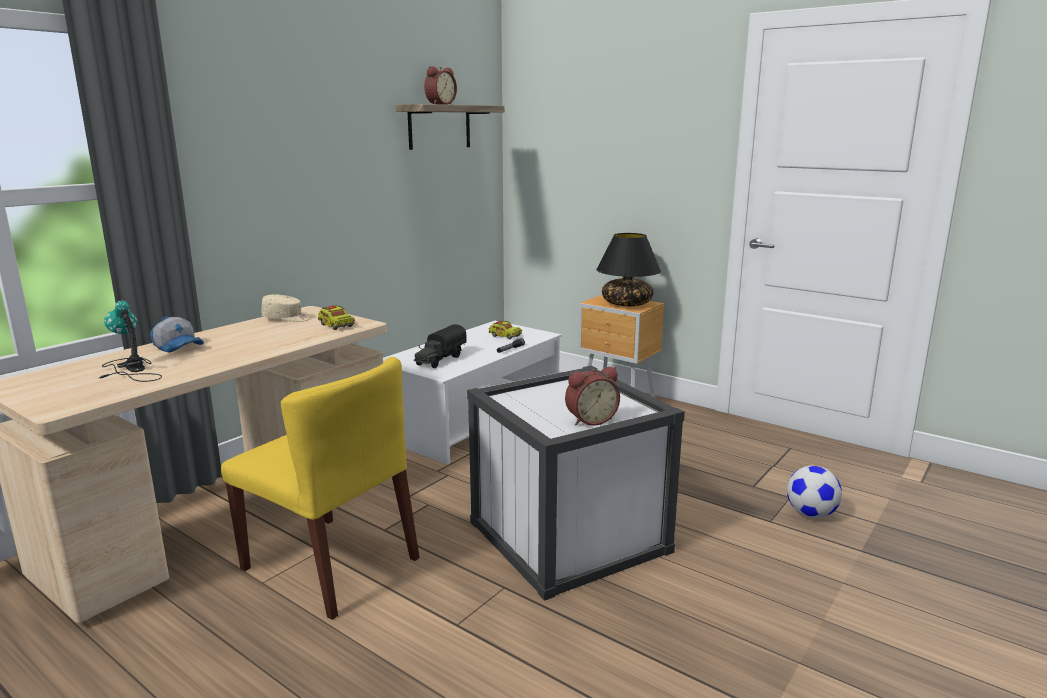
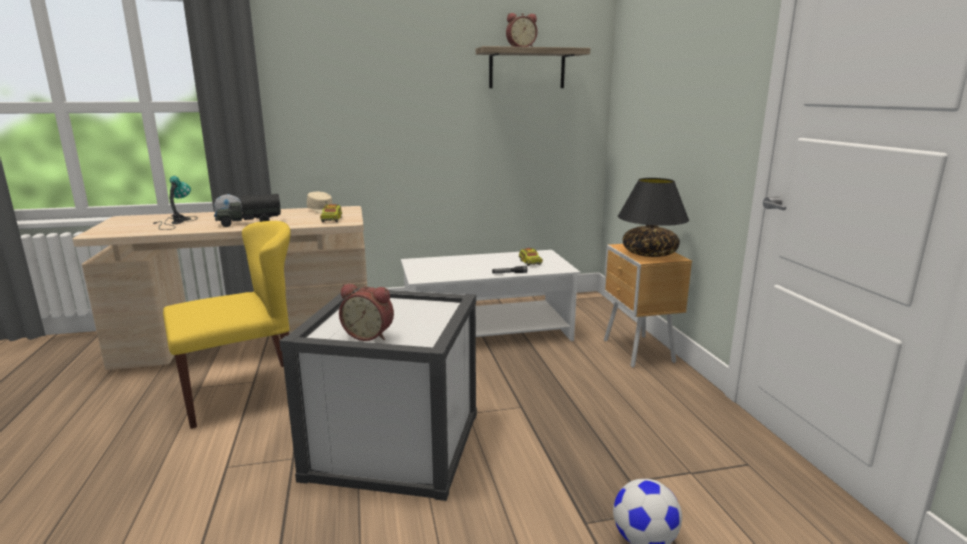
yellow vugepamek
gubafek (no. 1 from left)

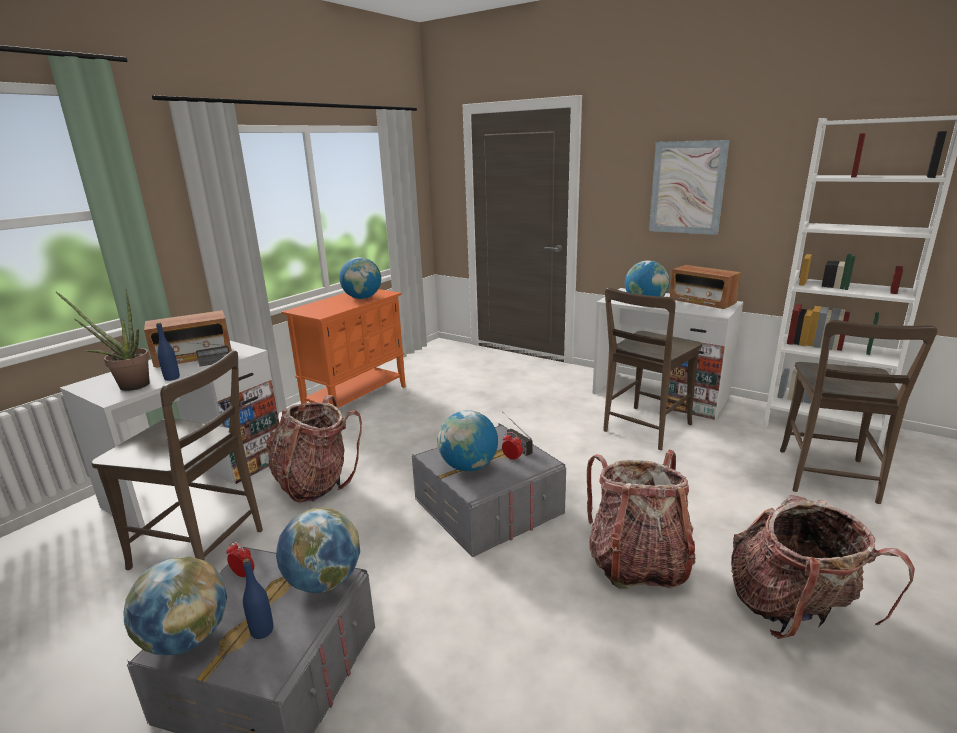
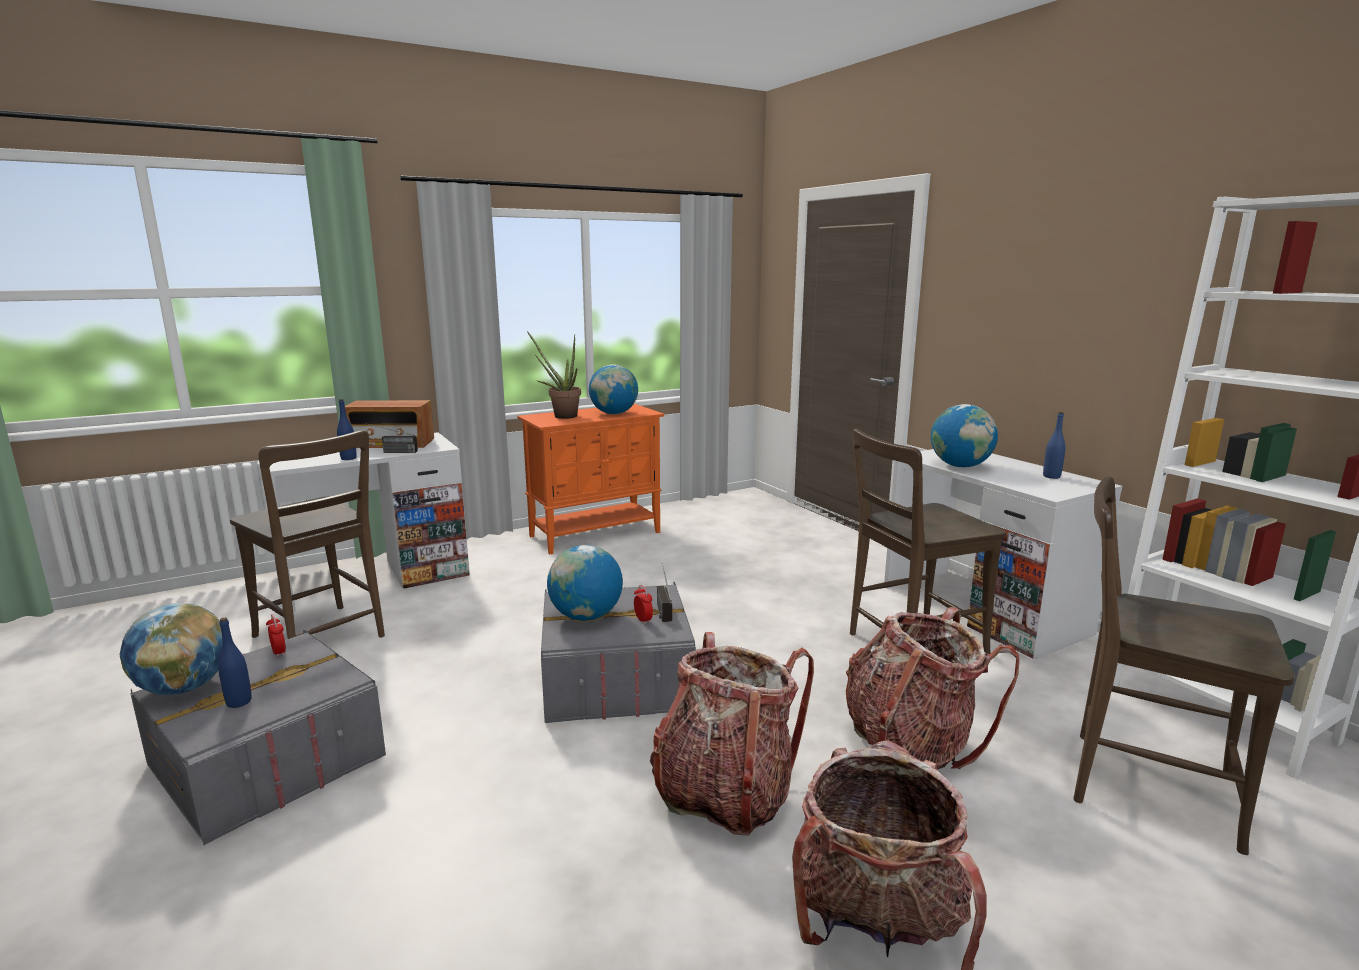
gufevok
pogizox (no. 3 from left)
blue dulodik (no. 3 from left)
brown vugepamek (no. 3 from left)
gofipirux (no. 2 from left in the first image)
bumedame

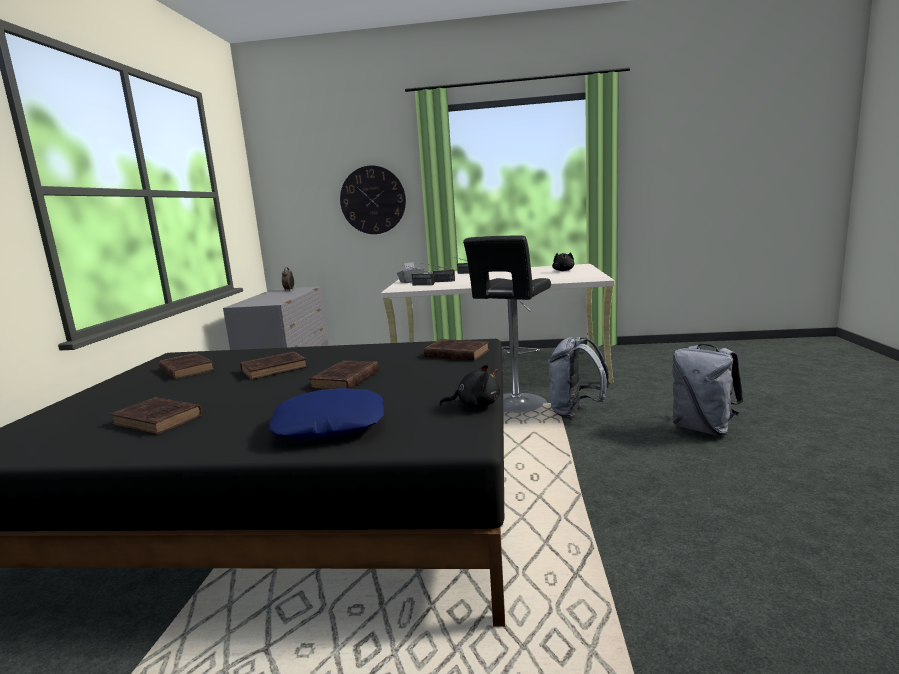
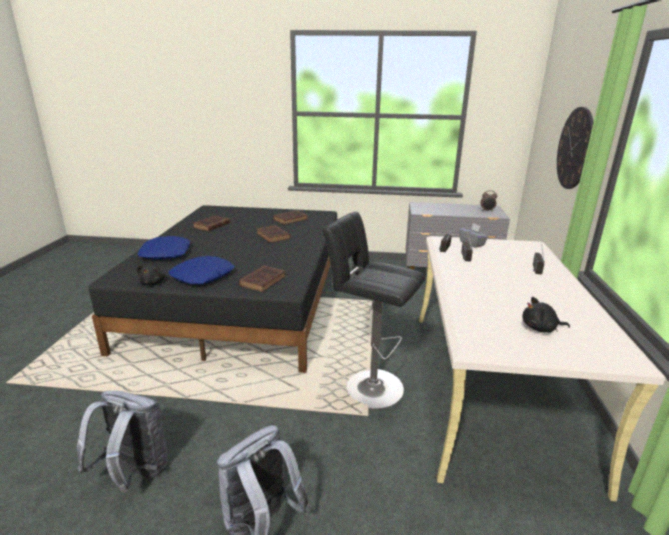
grey pogizox (no. 1 from left)
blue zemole (no. 2 from left)
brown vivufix (no. 4 from left in the first image)

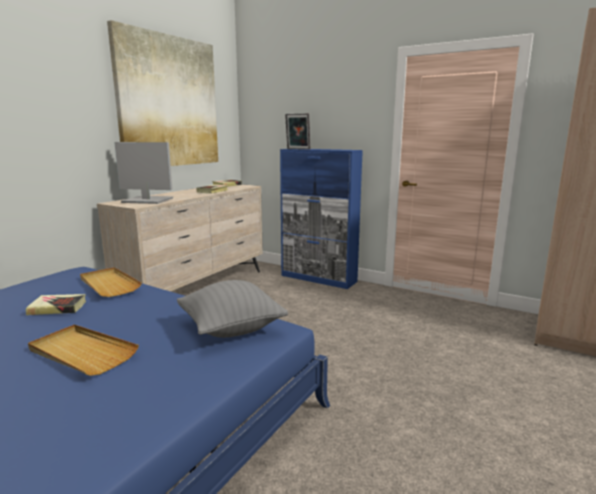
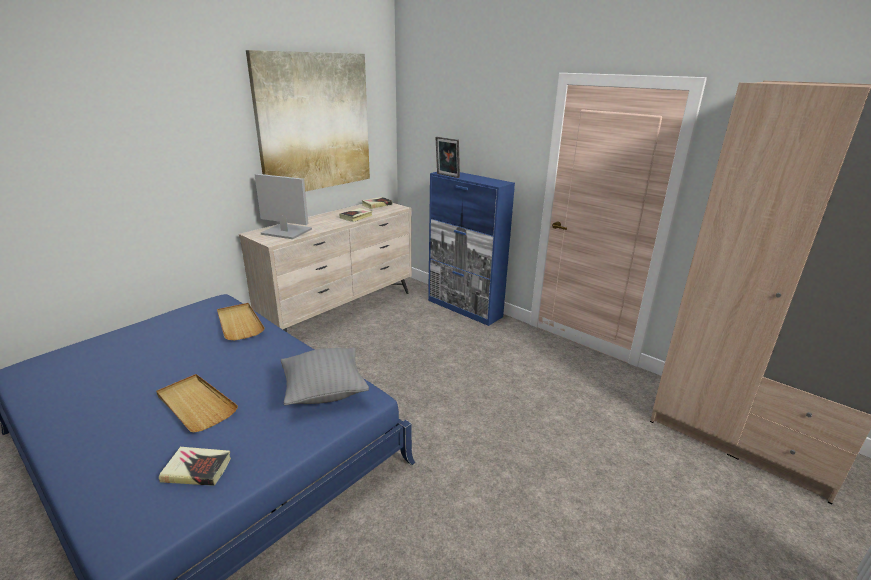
vivufix (no. 1 from left)

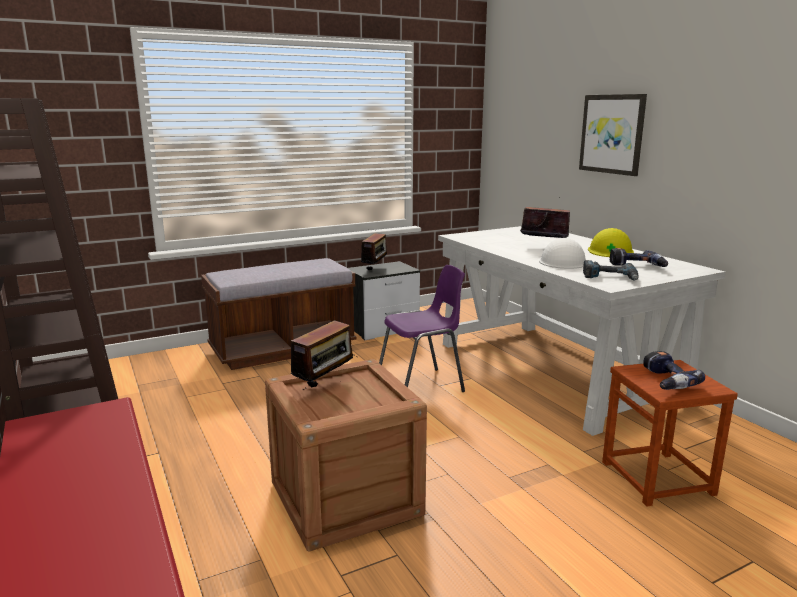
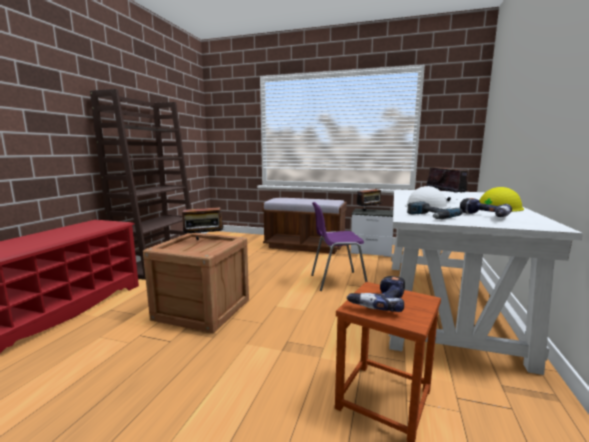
purple vugepamek
bumedame

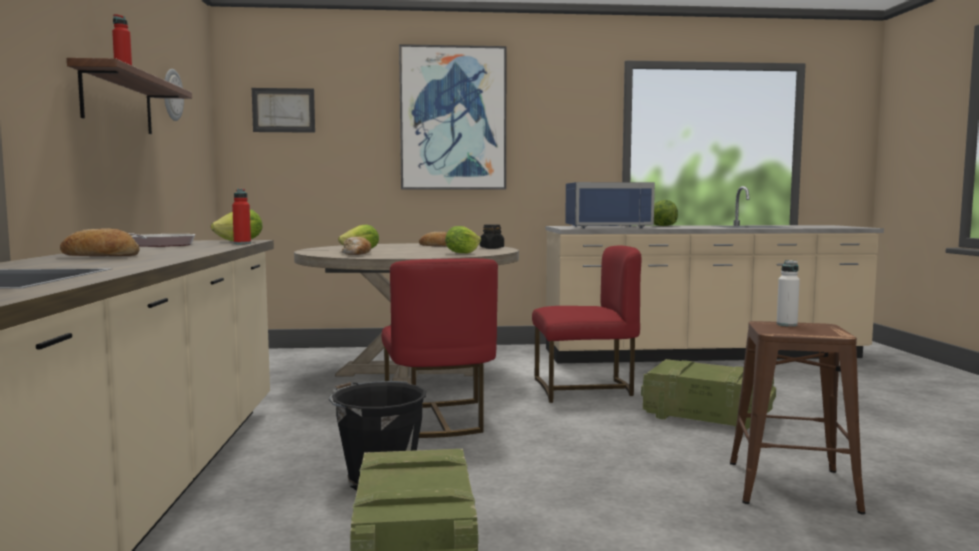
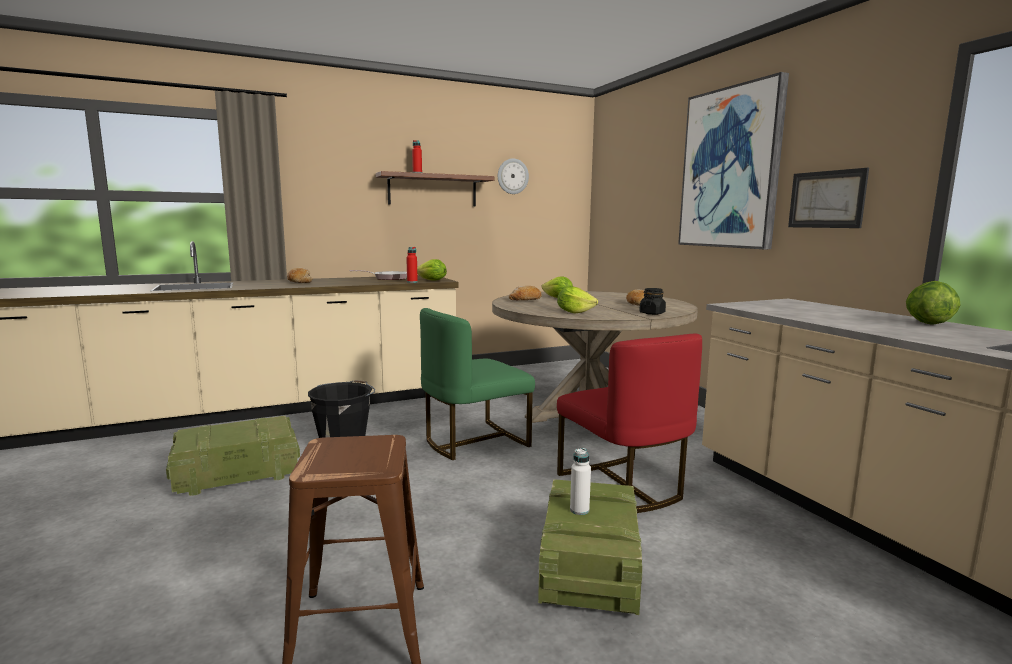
green vugepamek
white dulodik
bumedame (no. 2 from left)
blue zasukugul

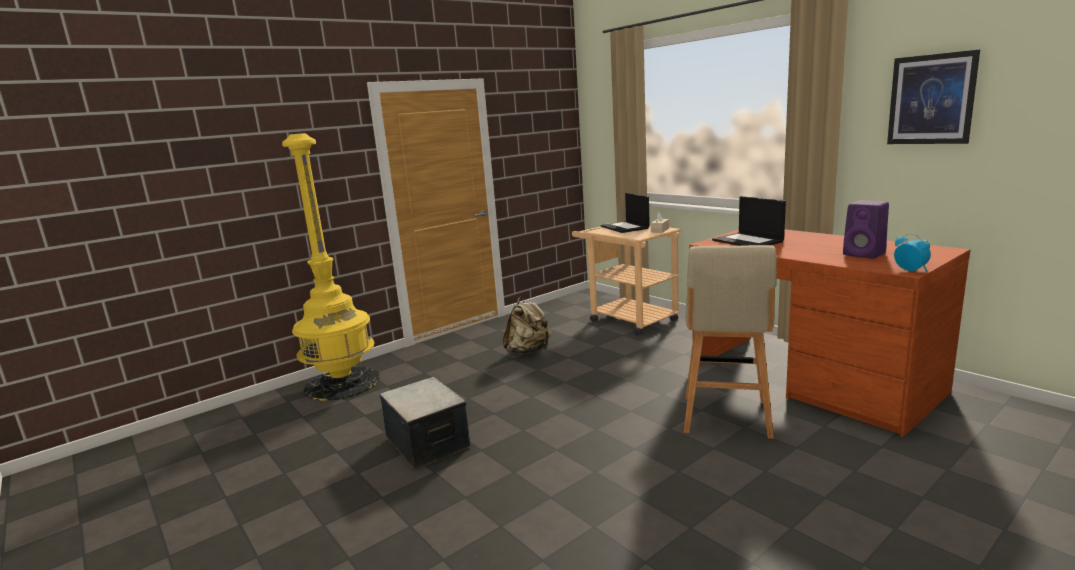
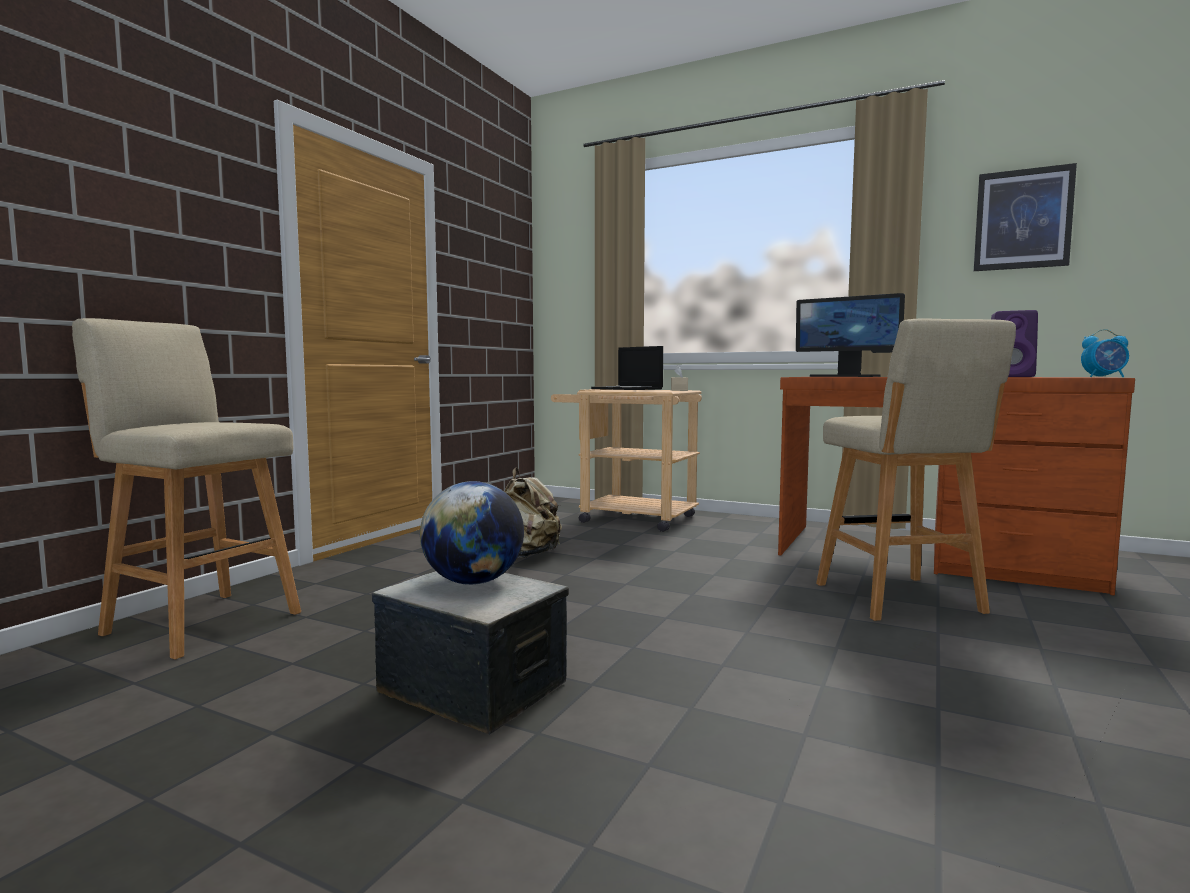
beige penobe (no. 1 from left)
gofipirux
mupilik
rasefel

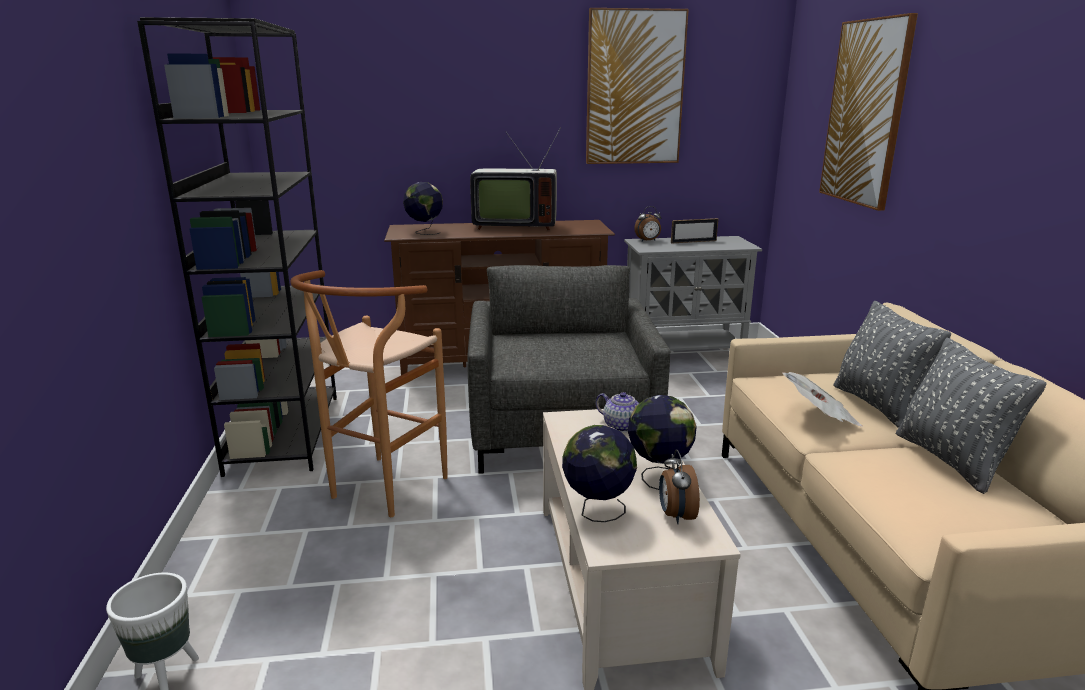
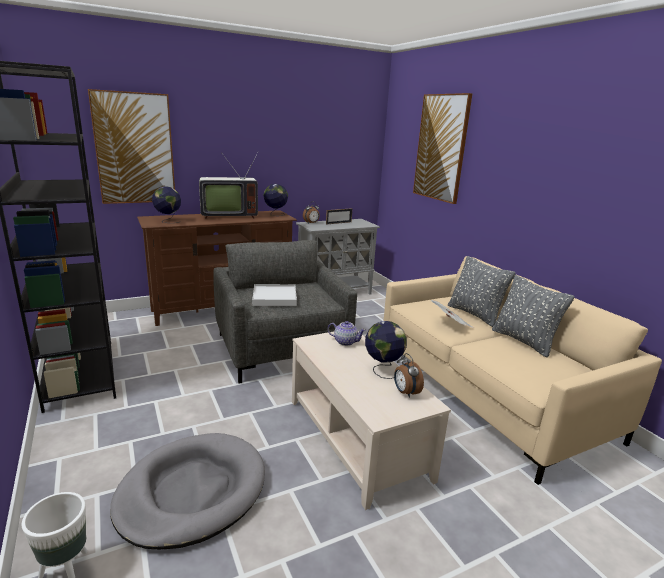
bumedame (no. 1 from left)
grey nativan
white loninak
gofipirux (no. 2 from left)
brown penobe

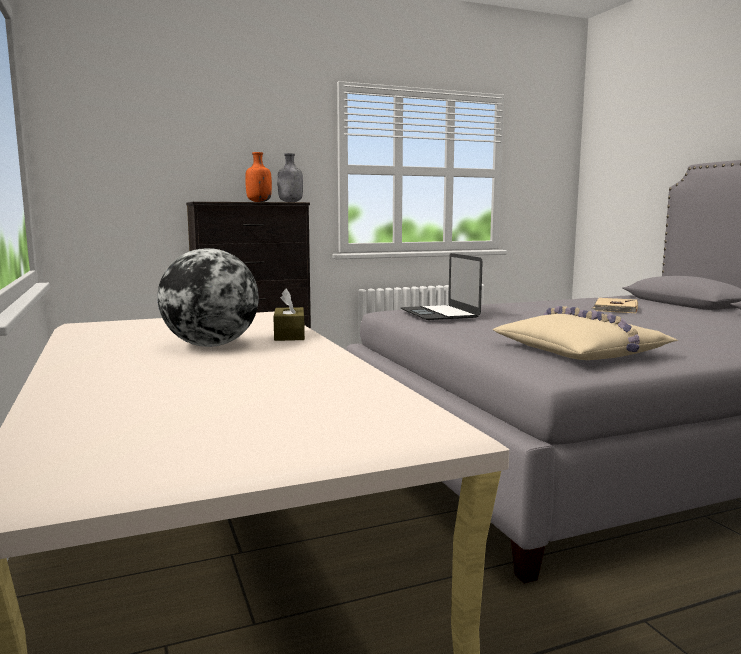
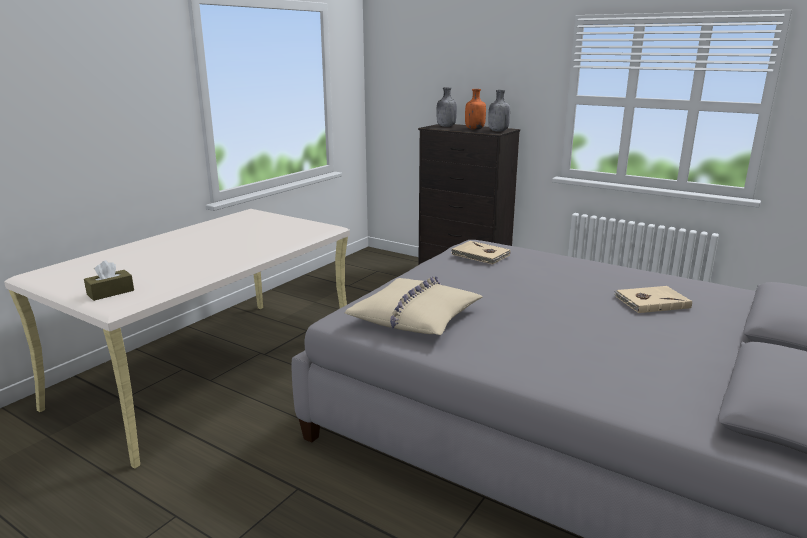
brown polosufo
grey dulodik (no. 1 from left)
beige vivufix (no. 1 from left)
gofipirux

